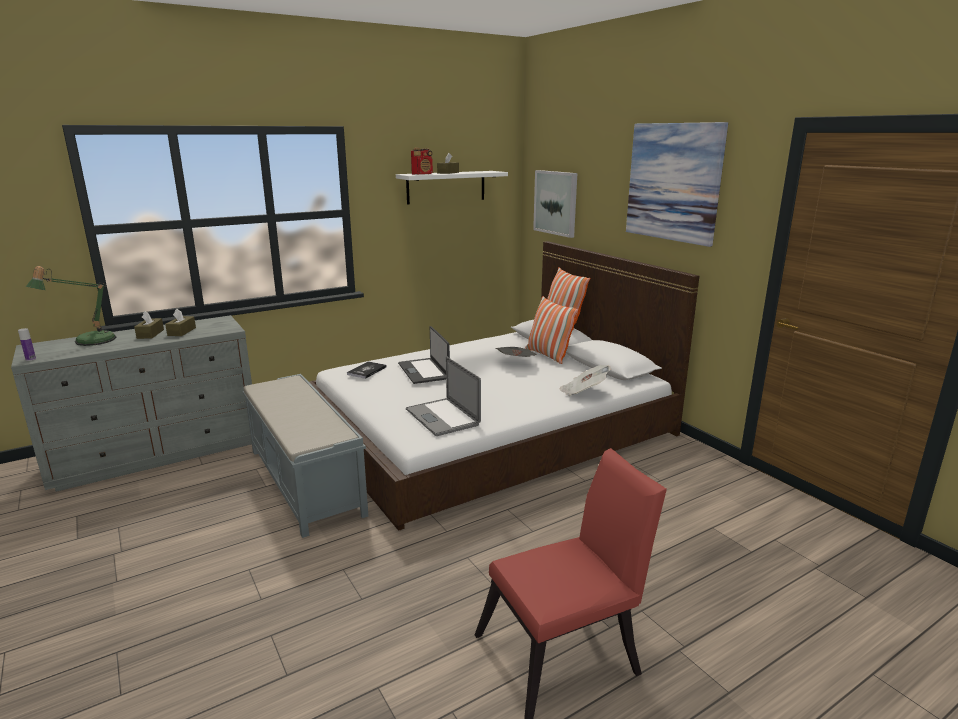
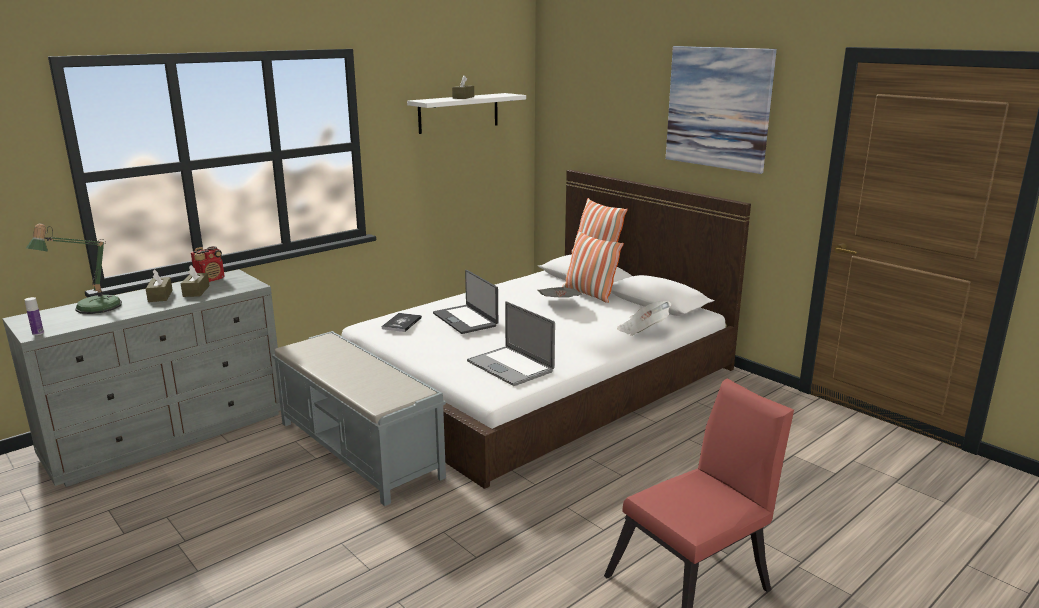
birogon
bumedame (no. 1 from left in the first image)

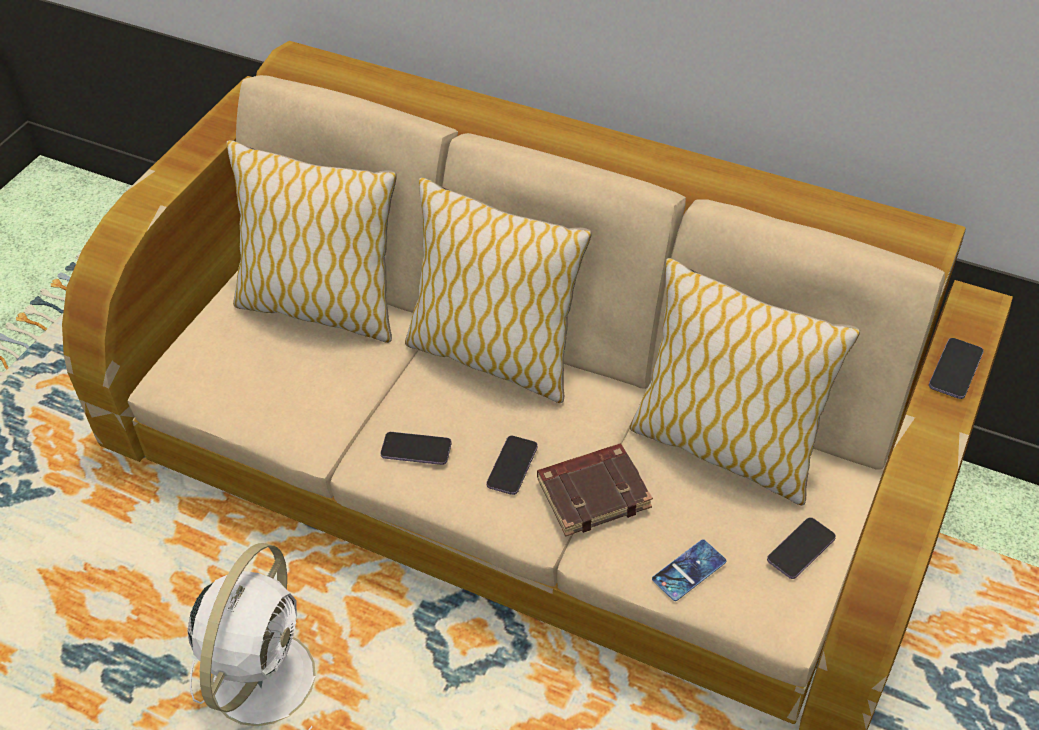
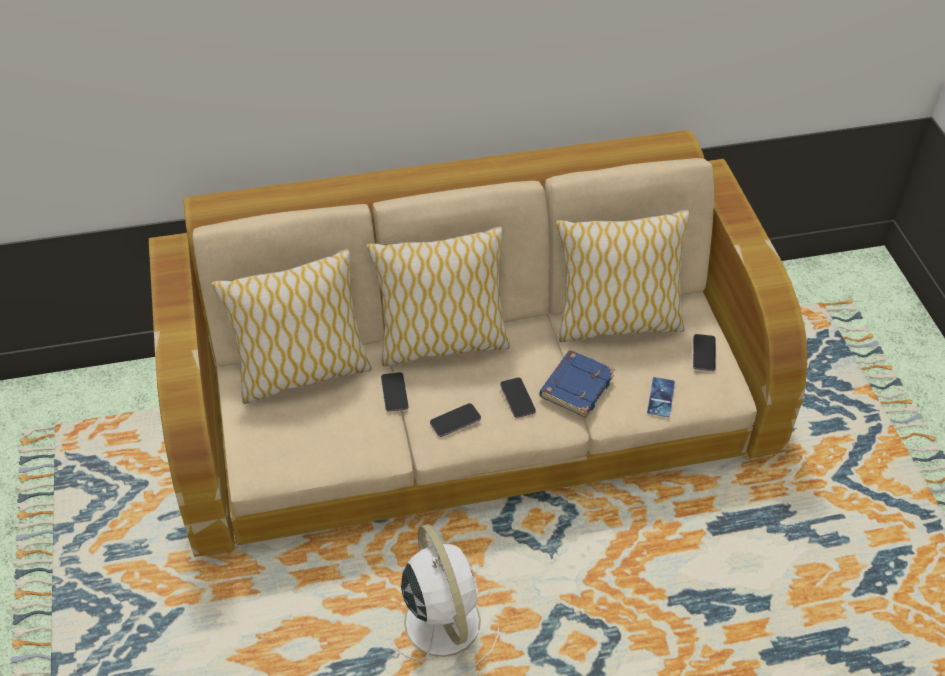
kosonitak (no. 1 from left)
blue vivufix

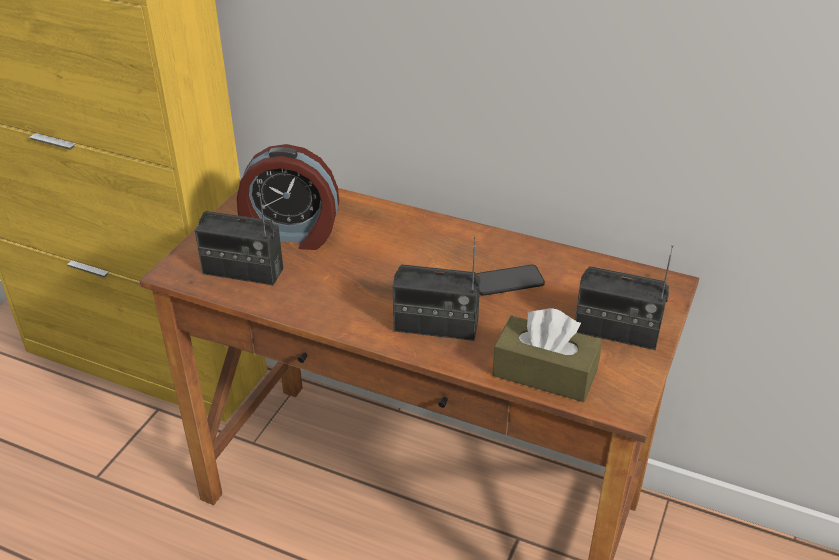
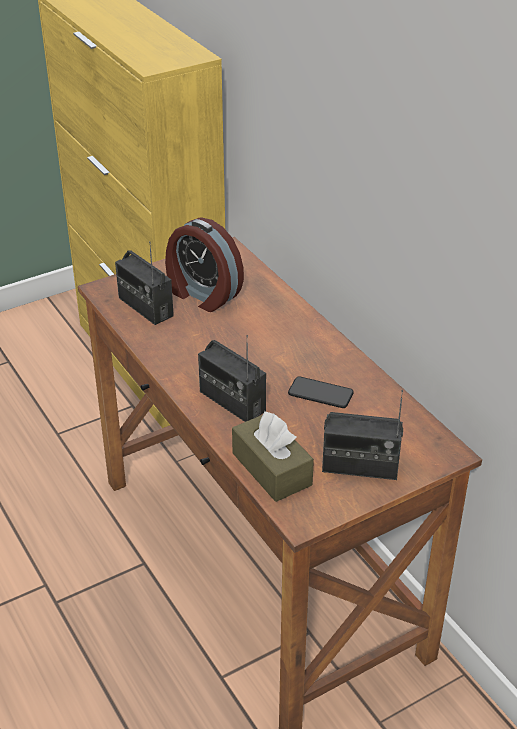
birogon (no. 3 from left)

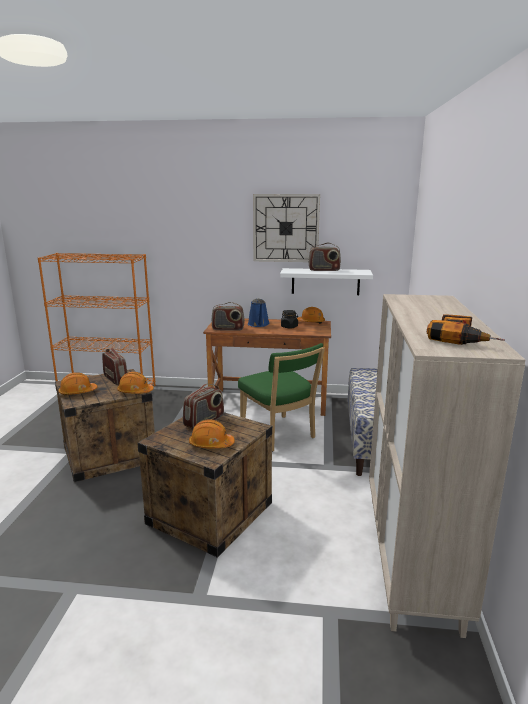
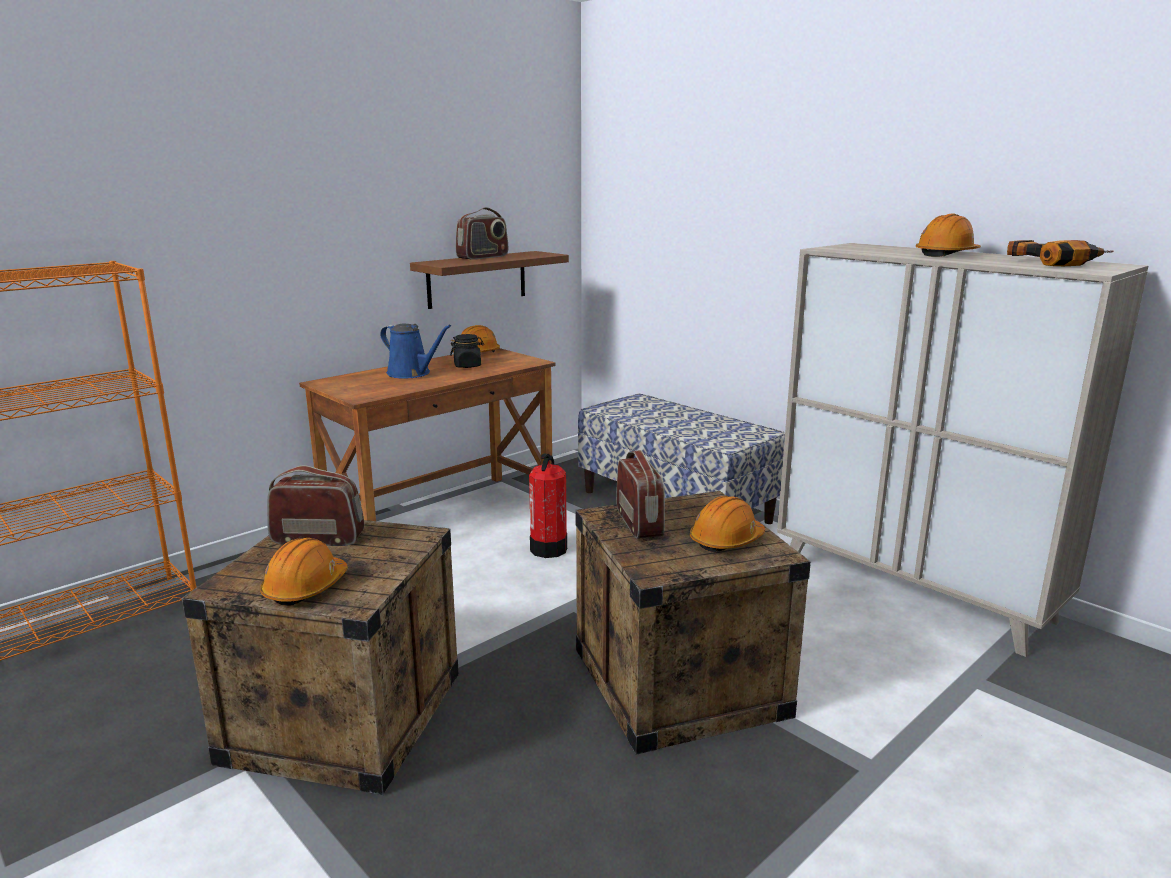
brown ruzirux
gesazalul
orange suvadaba (no. 4 from left)
birogon (no. 3 from left in the first image)
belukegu

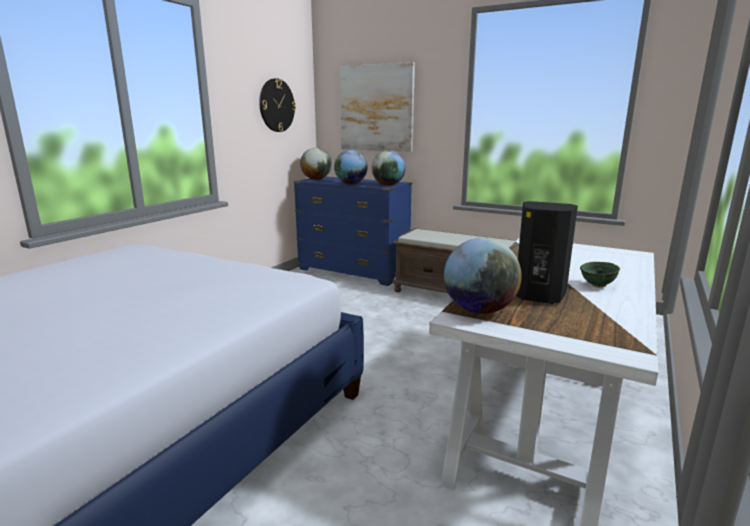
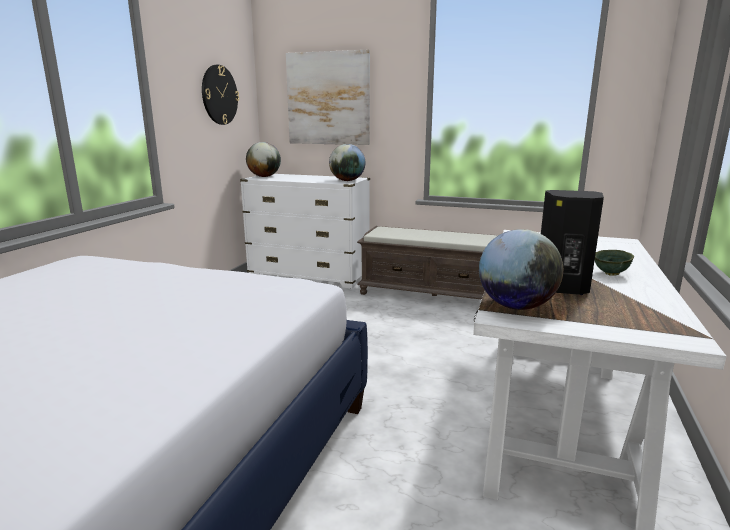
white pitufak
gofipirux (no. 2 from left in the first image)

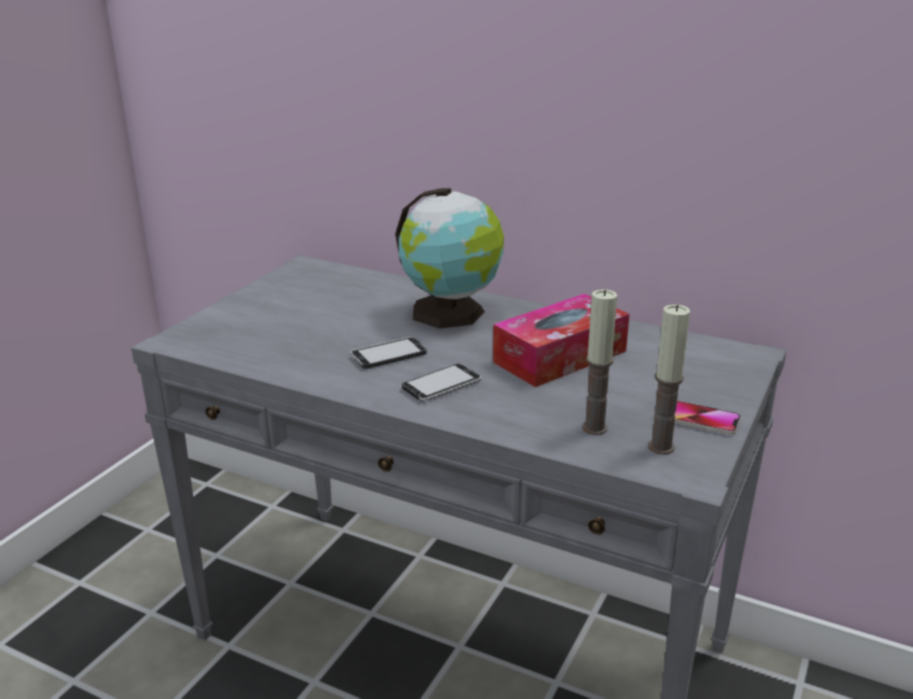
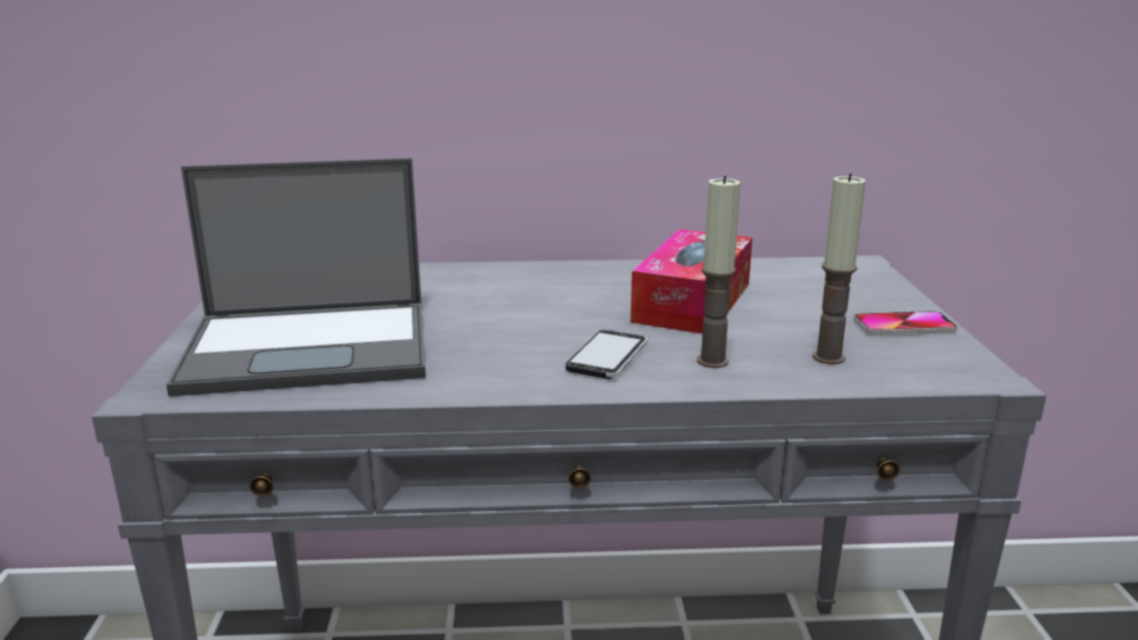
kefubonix
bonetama (no. 1 from left)
kosonitak (no. 1 from left in the first image)
gofipirux

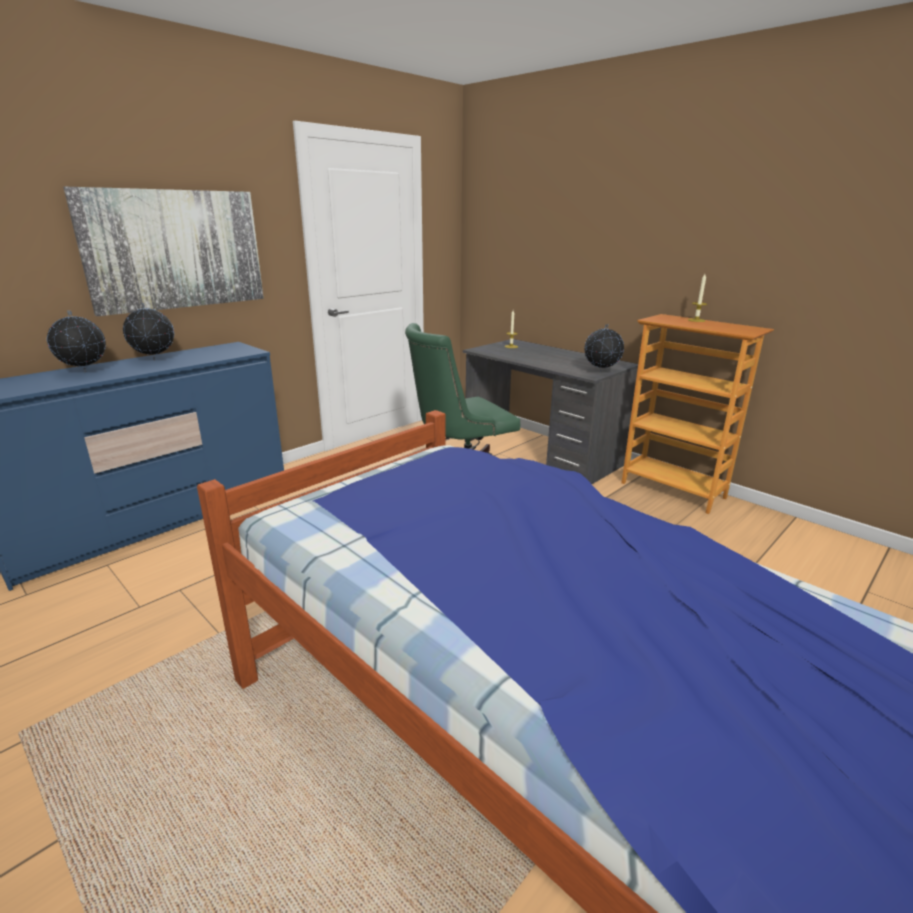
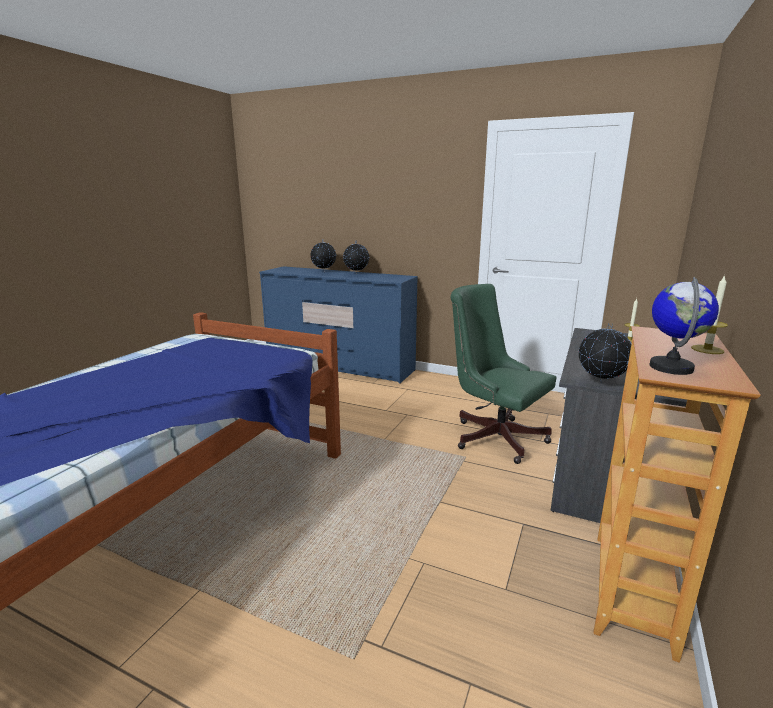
gofipirux (no. 4 from left)
bumedame

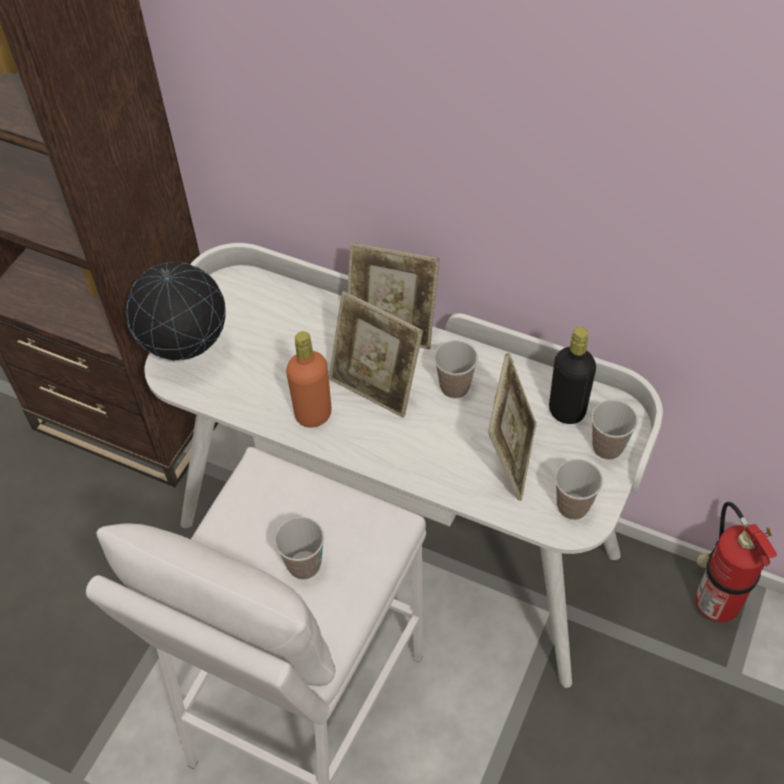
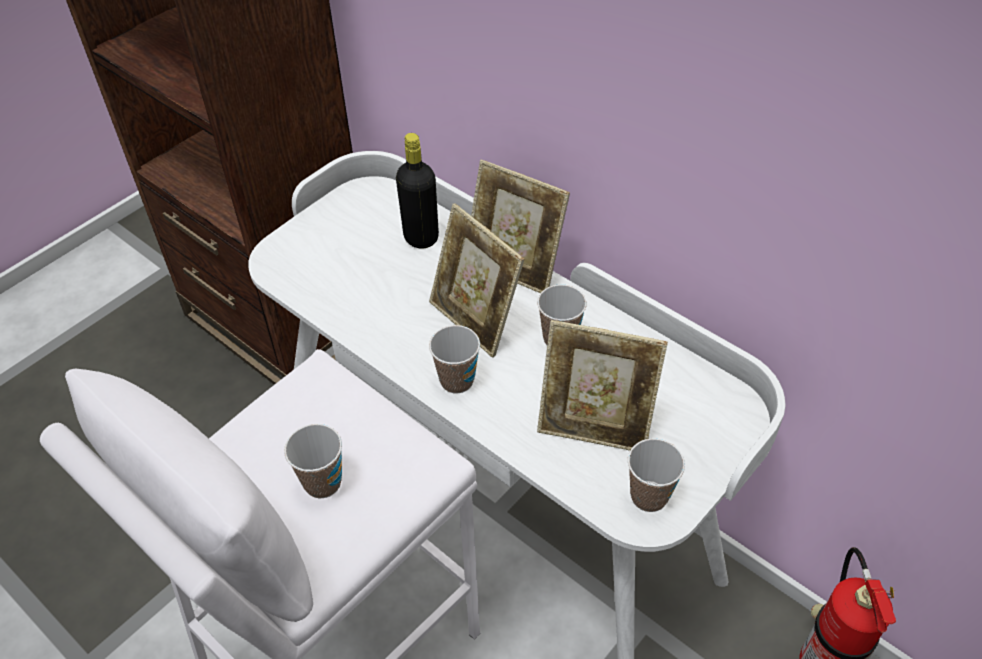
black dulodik
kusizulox (no. 2 from left)
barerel (no. 3 from left)
gofipirux
orange dulodik

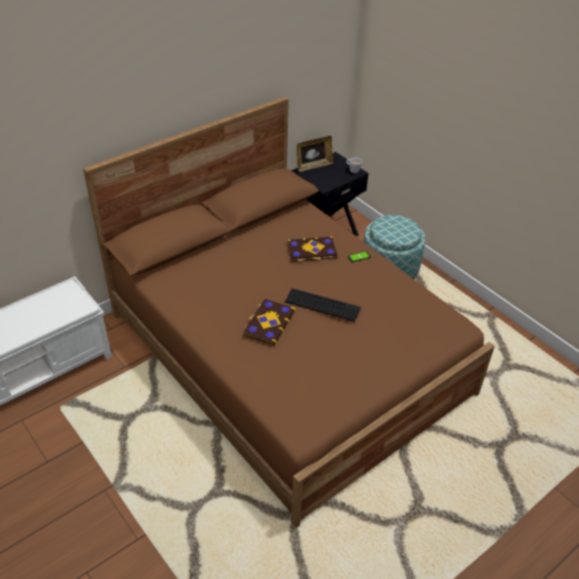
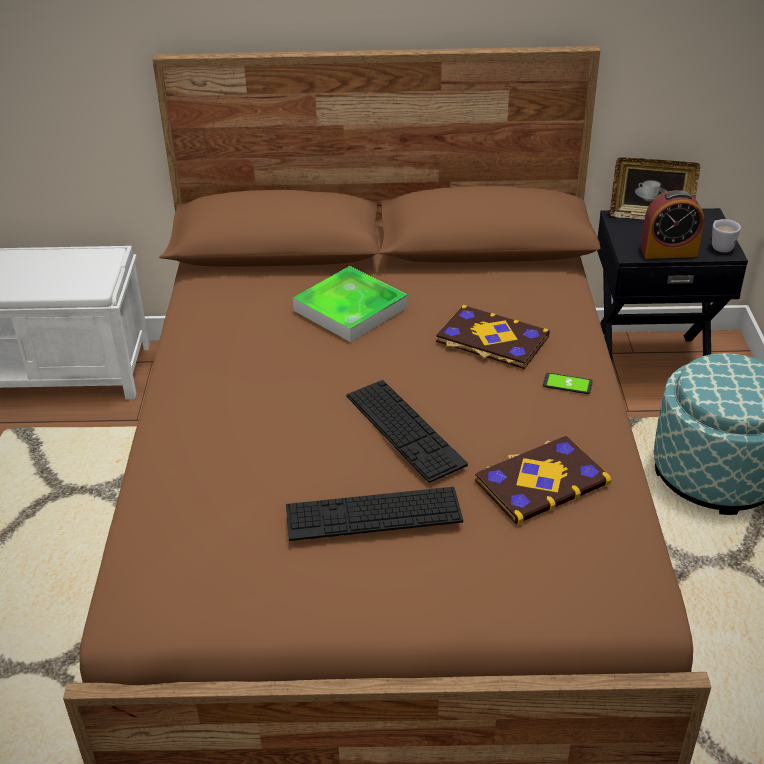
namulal (no. 1 from left)
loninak
vivufix (no. 2 from left)
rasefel

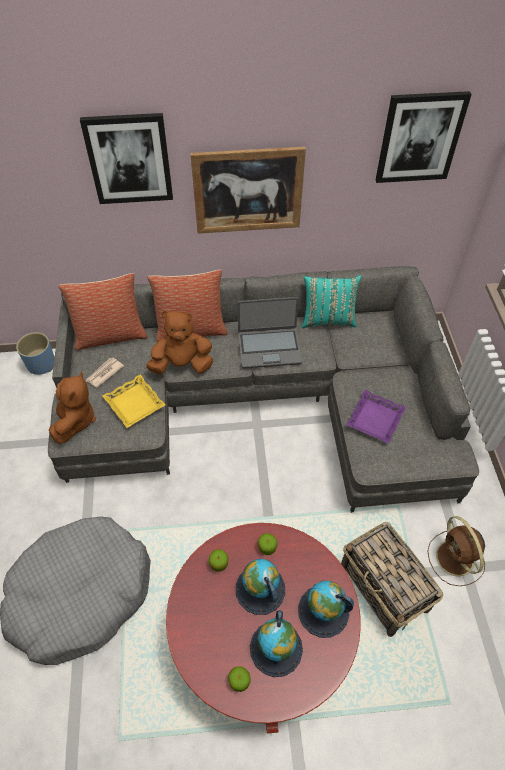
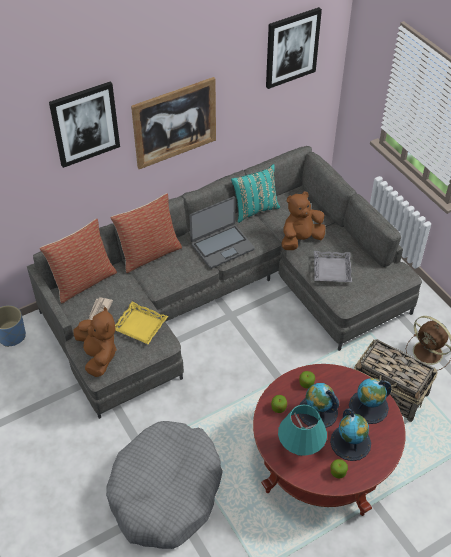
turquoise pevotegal
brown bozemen (no. 2 from left)
grey loninak

